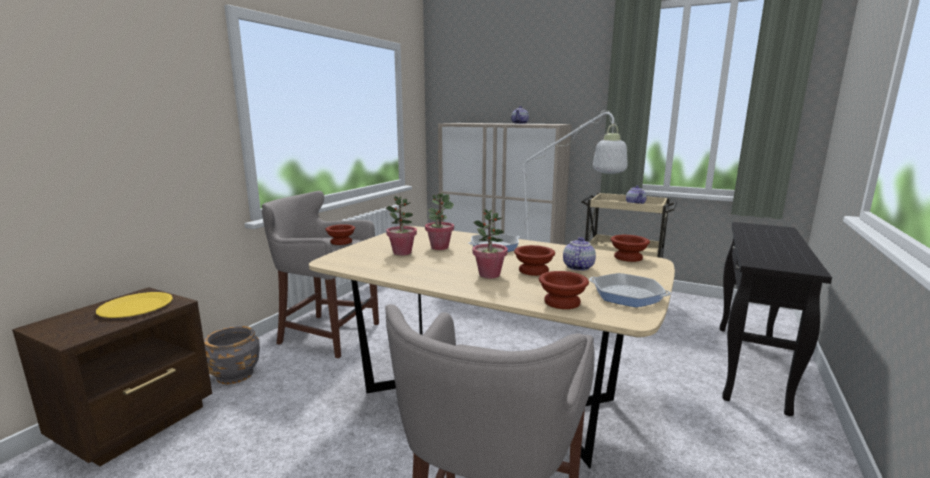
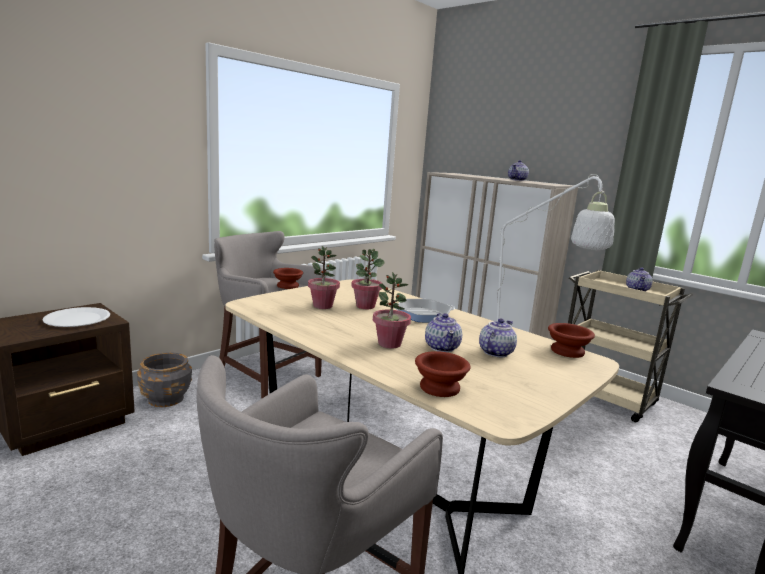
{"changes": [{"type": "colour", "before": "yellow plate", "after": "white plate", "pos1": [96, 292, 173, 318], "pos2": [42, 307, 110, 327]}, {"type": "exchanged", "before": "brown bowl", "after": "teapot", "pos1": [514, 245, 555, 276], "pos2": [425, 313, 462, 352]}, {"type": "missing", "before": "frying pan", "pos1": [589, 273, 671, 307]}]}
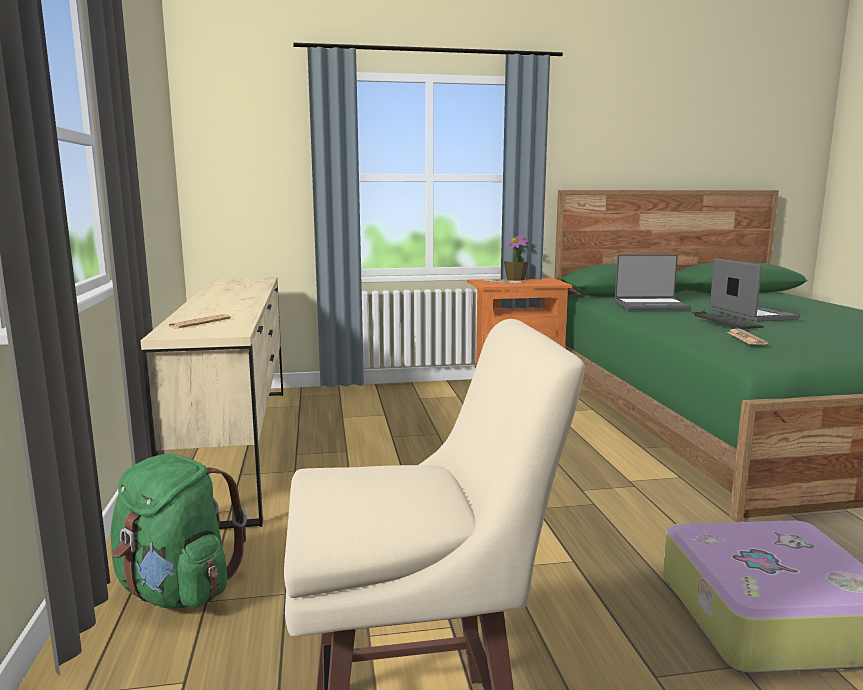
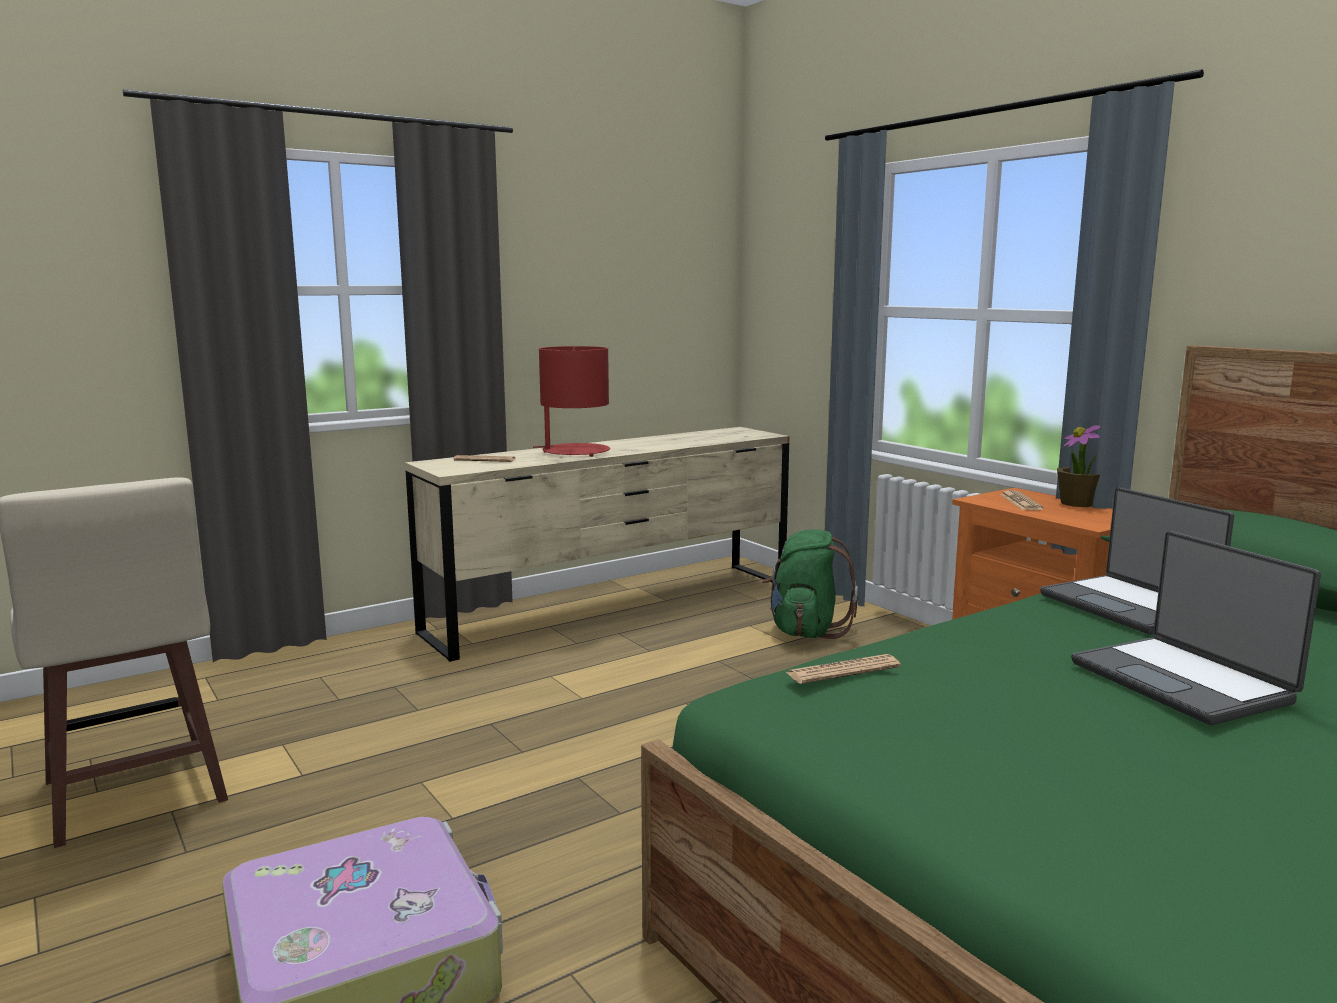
{"changes": [{"type": "appeared", "after": "red table lamp", "pos2": [533, 346, 610, 457]}, {"type": "relocated", "before": "green backpack", "pos1": [111, 454, 247, 608], "pos2": [762, 529, 858, 639]}, {"type": "spun", "before": "laptop", "pos1": [710, 258, 800, 322], "pos2": [1071, 531, 1321, 725], "turn": 105}, {"type": "missing", "before": "keyboard", "pos1": [691, 310, 764, 329]}]}
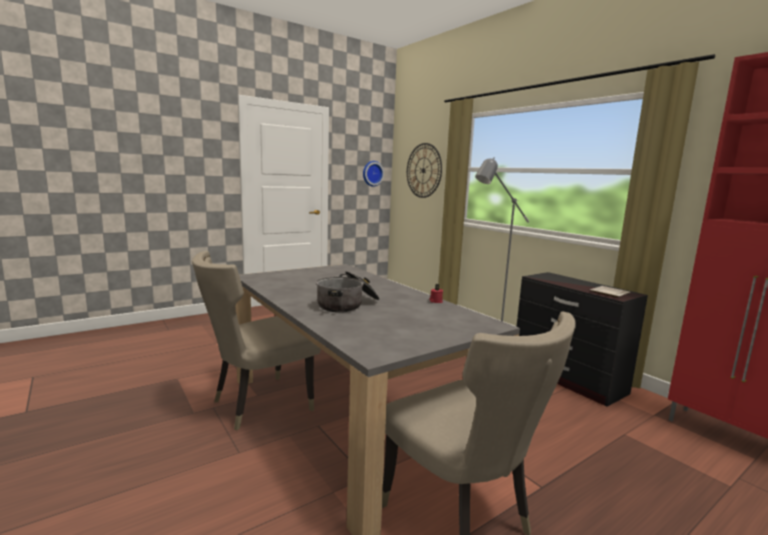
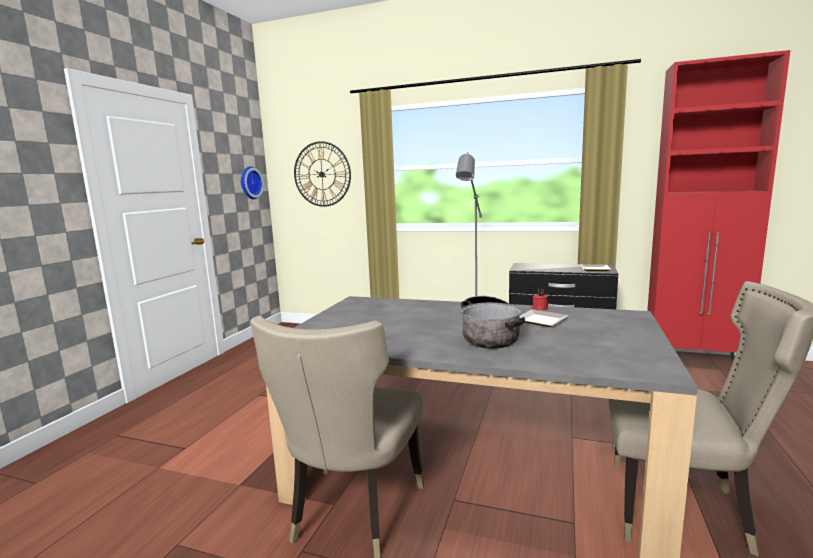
{"changes": [{"type": "appeared", "after": "plate", "pos2": [520, 309, 569, 327]}]}
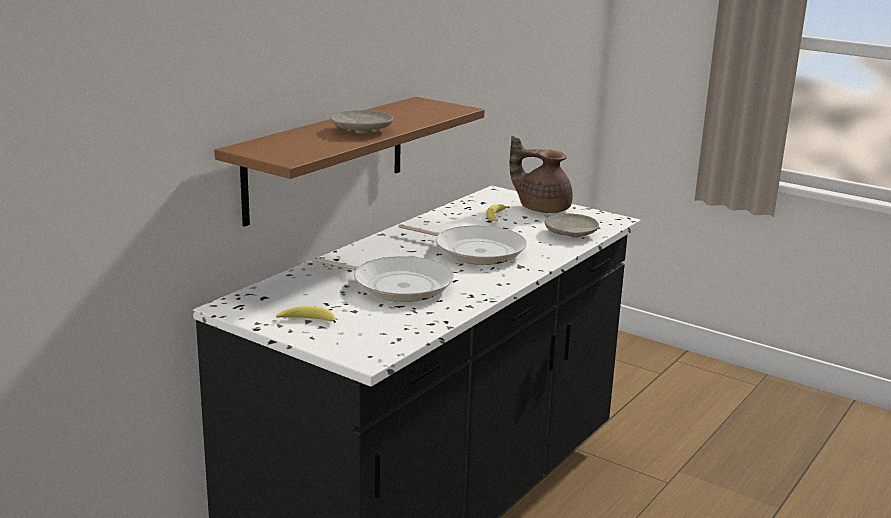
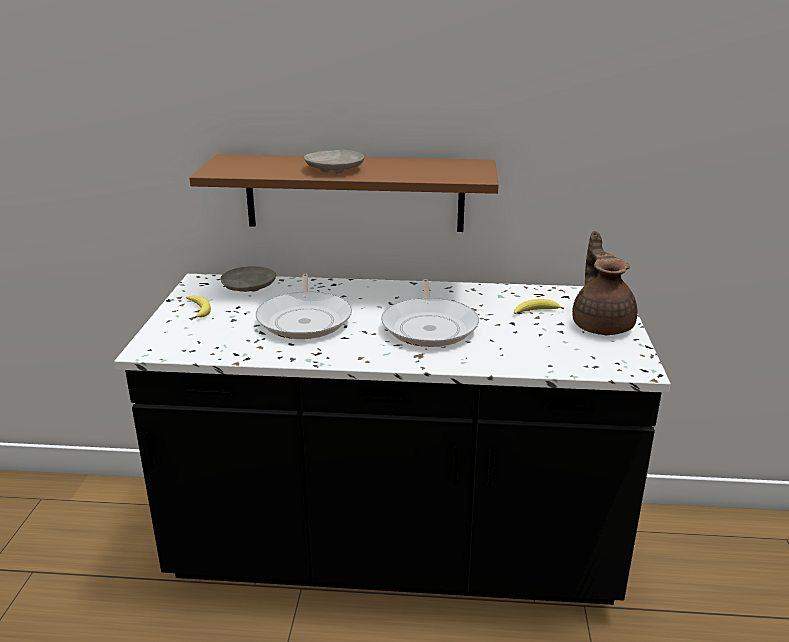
{"changes": [{"type": "relocated", "before": "beige plate", "pos1": [545, 213, 599, 238], "pos2": [220, 266, 276, 292]}]}
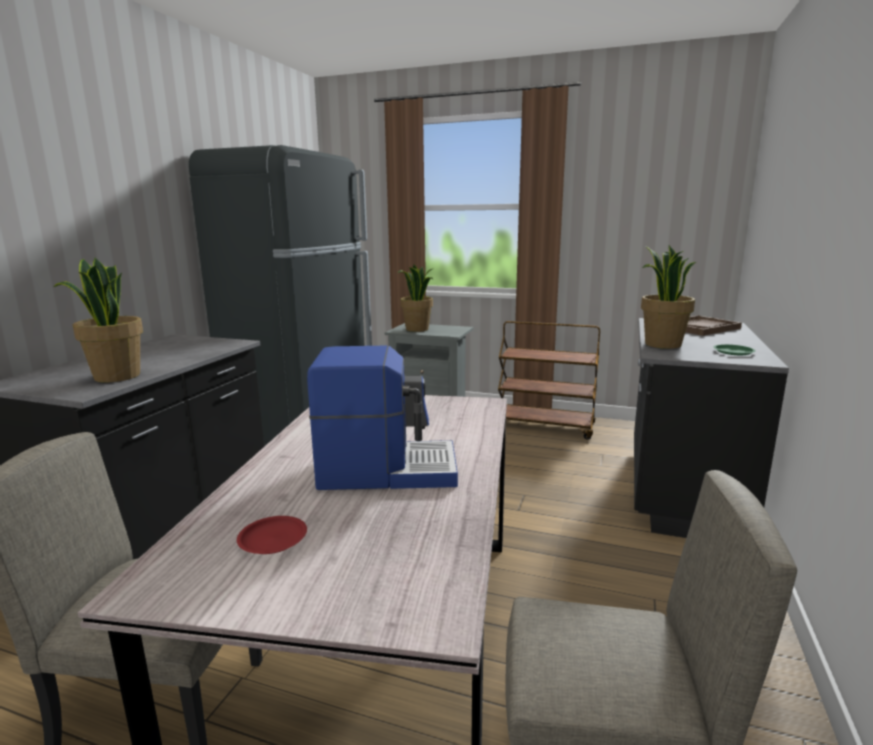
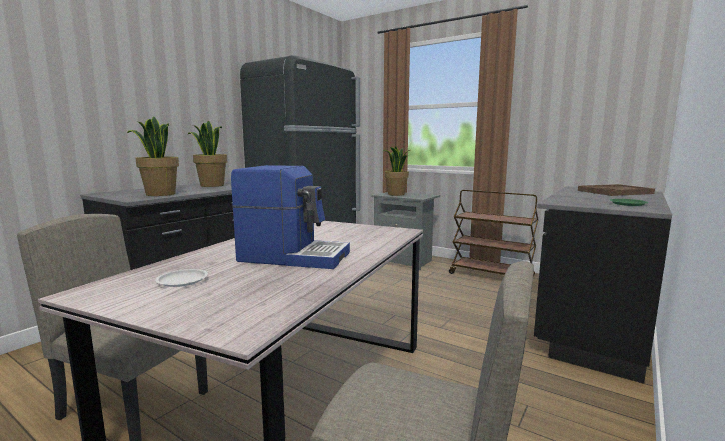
{"changes": [{"type": "colour", "before": "red plate", "after": "white plate", "pos1": [237, 516, 307, 554], "pos2": [155, 269, 208, 287]}, {"type": "relocated", "before": "potted plant", "pos1": [641, 245, 696, 349], "pos2": [188, 120, 227, 187]}]}
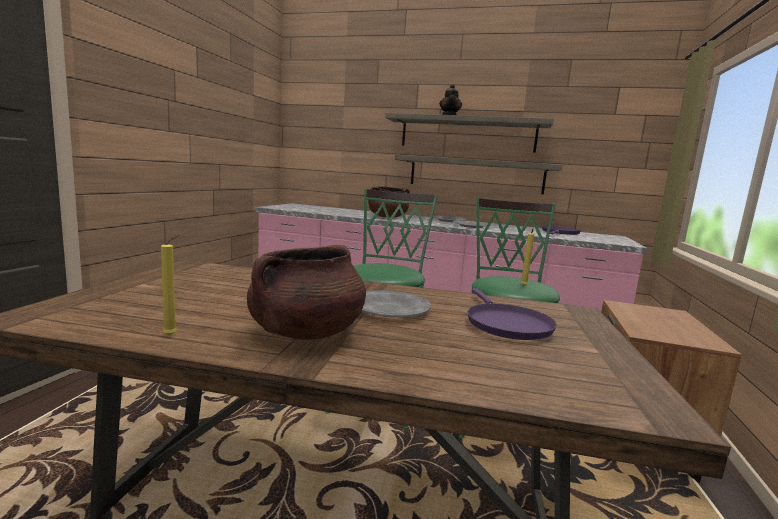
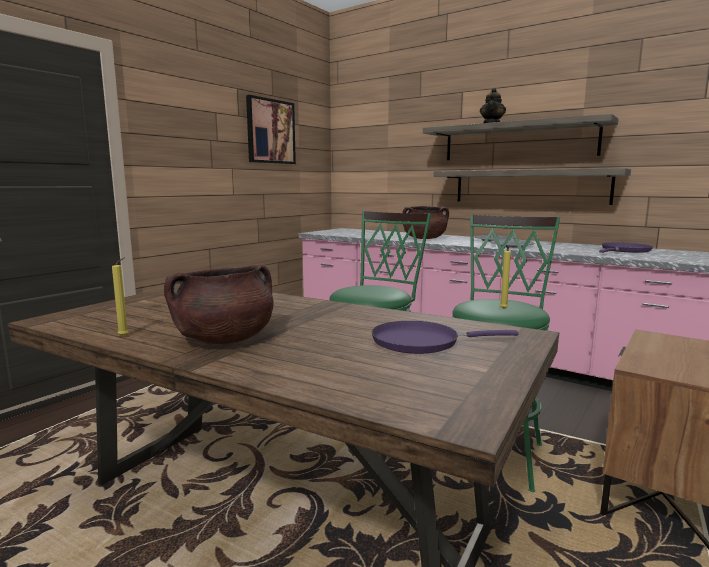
{"changes": [{"type": "appeared", "after": "picture", "pos2": [246, 95, 296, 164]}, {"type": "spun", "before": "purple frying pan", "pos1": [467, 288, 557, 340], "pos2": [372, 321, 518, 354], "turn": 75}, {"type": "missing", "before": "grey plate", "pos1": [362, 290, 431, 317]}]}
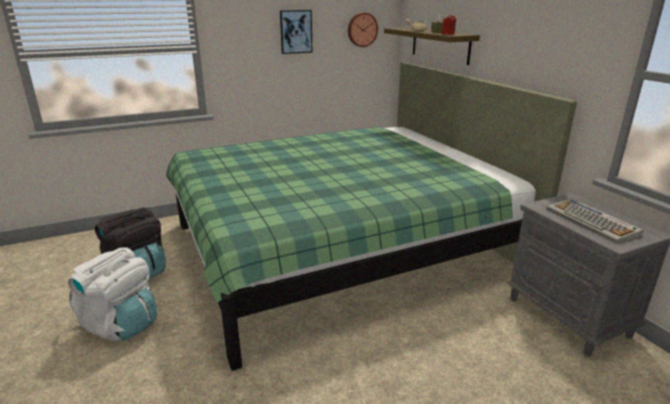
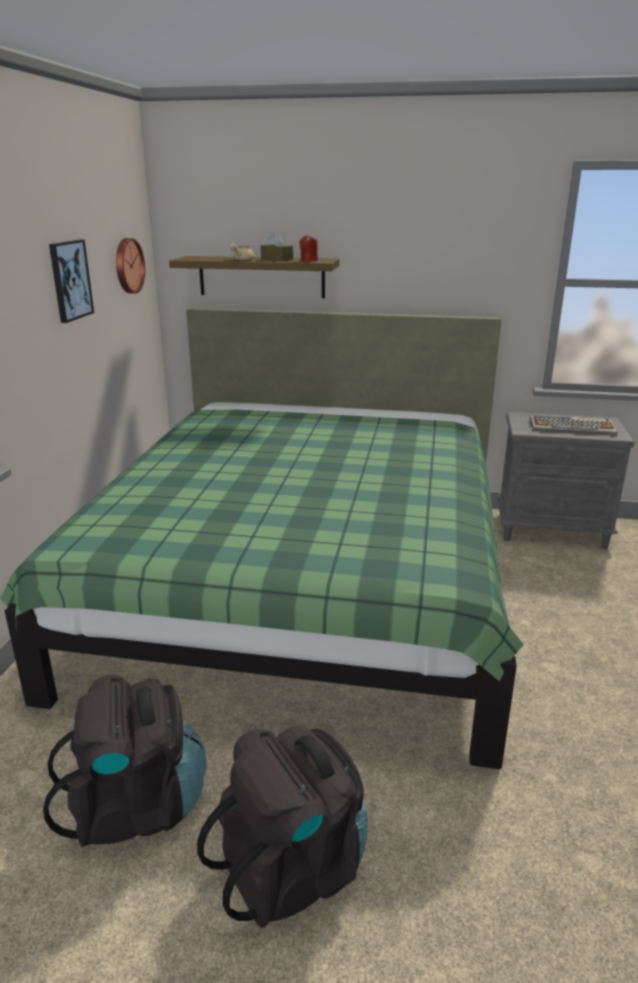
{"changes": [{"type": "colour", "before": "white backpack", "after": "black backpack", "pos1": [68, 247, 157, 342], "pos2": [197, 725, 368, 928]}]}
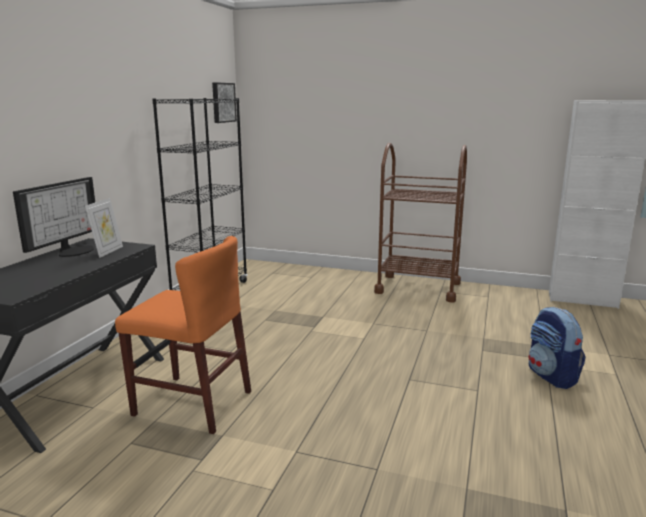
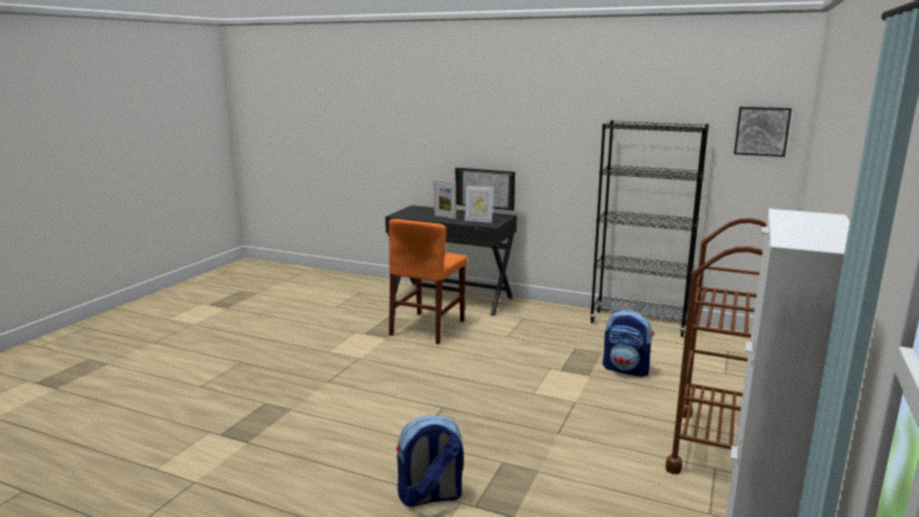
{"changes": [{"type": "appeared", "after": "picture frame", "pos2": [434, 180, 456, 219]}, {"type": "appeared", "after": "backpack", "pos2": [603, 311, 655, 377]}]}
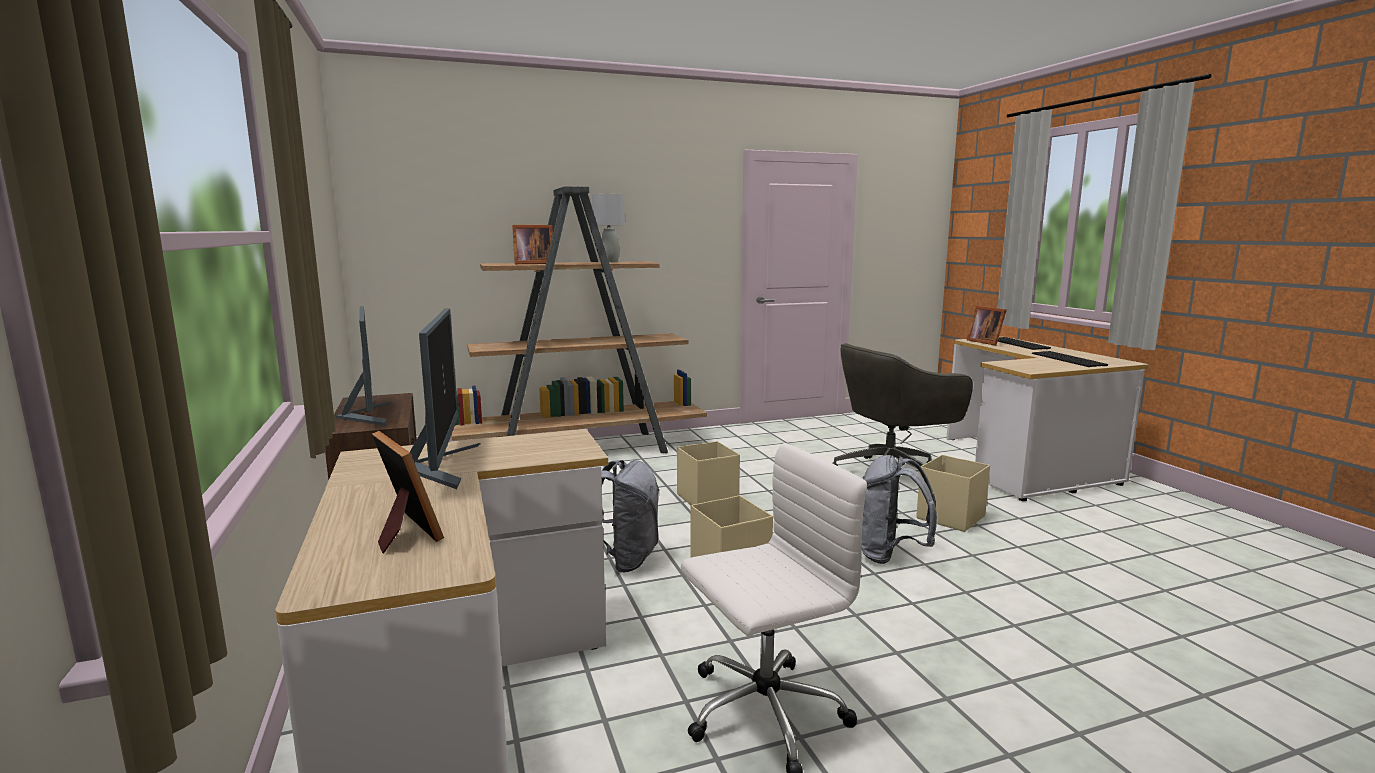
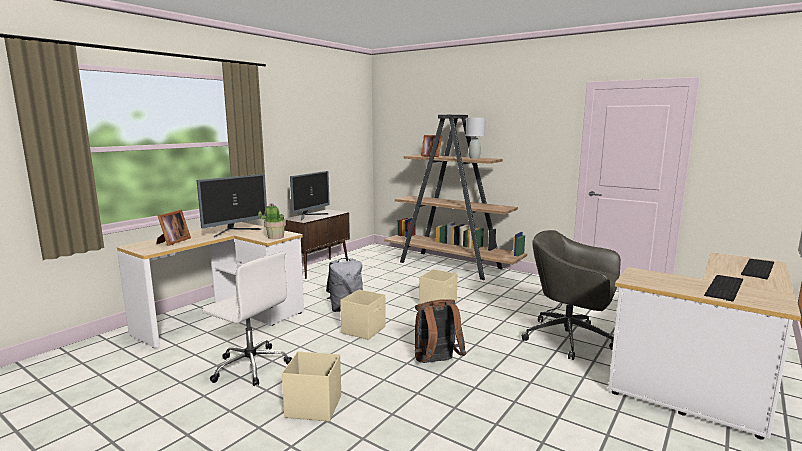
{"changes": [{"type": "appeared", "after": "potted plant", "pos2": [258, 204, 286, 239]}, {"type": "relocated", "before": "beige storage box", "pos1": [916, 455, 990, 532], "pos2": [282, 352, 341, 422]}, {"type": "colour", "before": "grey backpack", "after": "brown backpack", "pos1": [862, 455, 937, 564], "pos2": [415, 299, 466, 363]}, {"type": "missing", "before": "picture frame", "pos1": [966, 306, 1007, 346]}]}
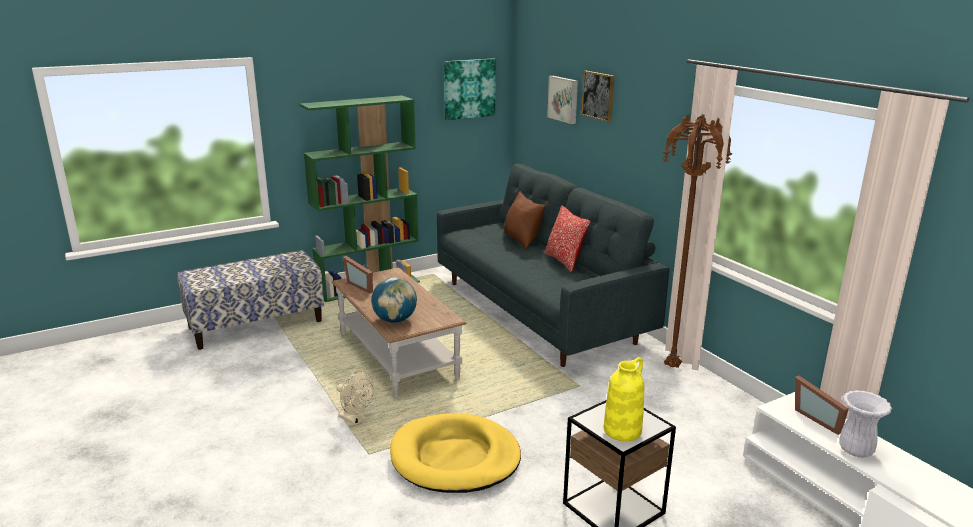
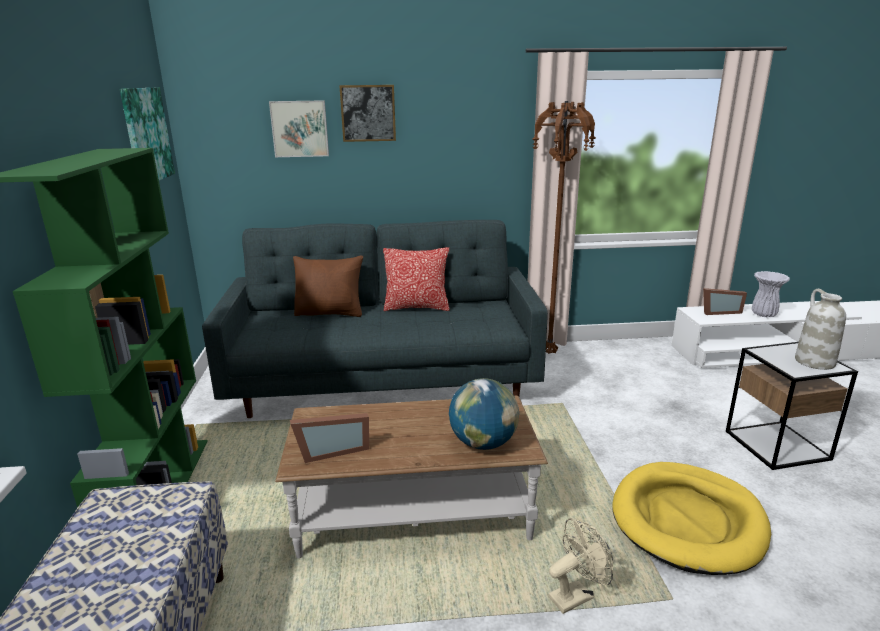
{"changes": [{"type": "colour", "before": "yellow vase", "after": "white vase", "pos1": [604, 357, 644, 441], "pos2": [795, 289, 846, 370]}]}
